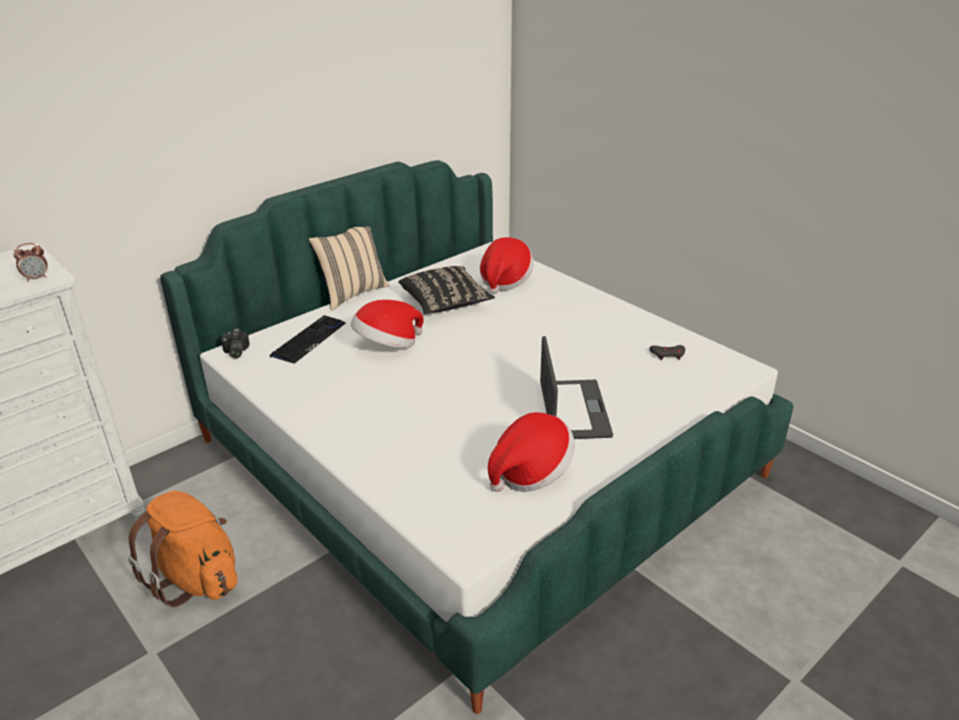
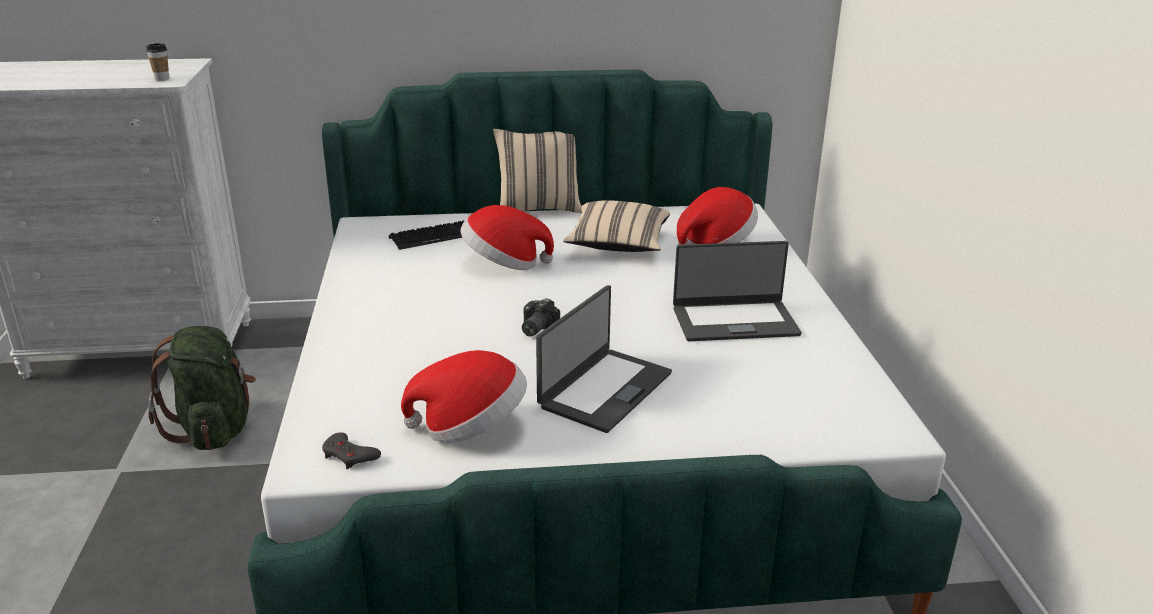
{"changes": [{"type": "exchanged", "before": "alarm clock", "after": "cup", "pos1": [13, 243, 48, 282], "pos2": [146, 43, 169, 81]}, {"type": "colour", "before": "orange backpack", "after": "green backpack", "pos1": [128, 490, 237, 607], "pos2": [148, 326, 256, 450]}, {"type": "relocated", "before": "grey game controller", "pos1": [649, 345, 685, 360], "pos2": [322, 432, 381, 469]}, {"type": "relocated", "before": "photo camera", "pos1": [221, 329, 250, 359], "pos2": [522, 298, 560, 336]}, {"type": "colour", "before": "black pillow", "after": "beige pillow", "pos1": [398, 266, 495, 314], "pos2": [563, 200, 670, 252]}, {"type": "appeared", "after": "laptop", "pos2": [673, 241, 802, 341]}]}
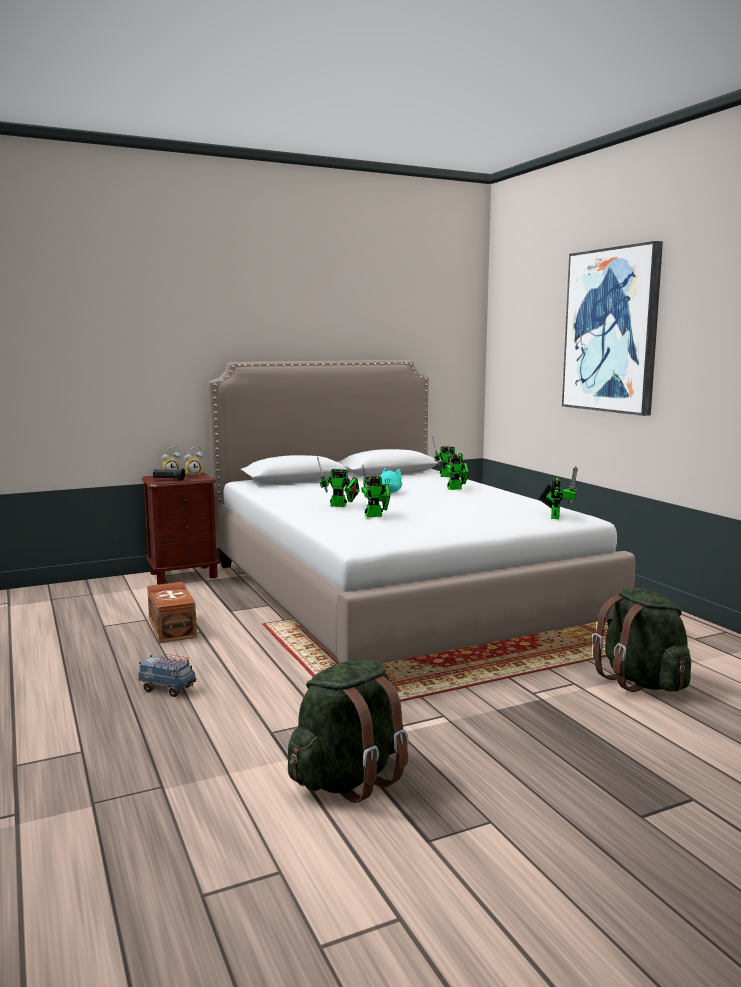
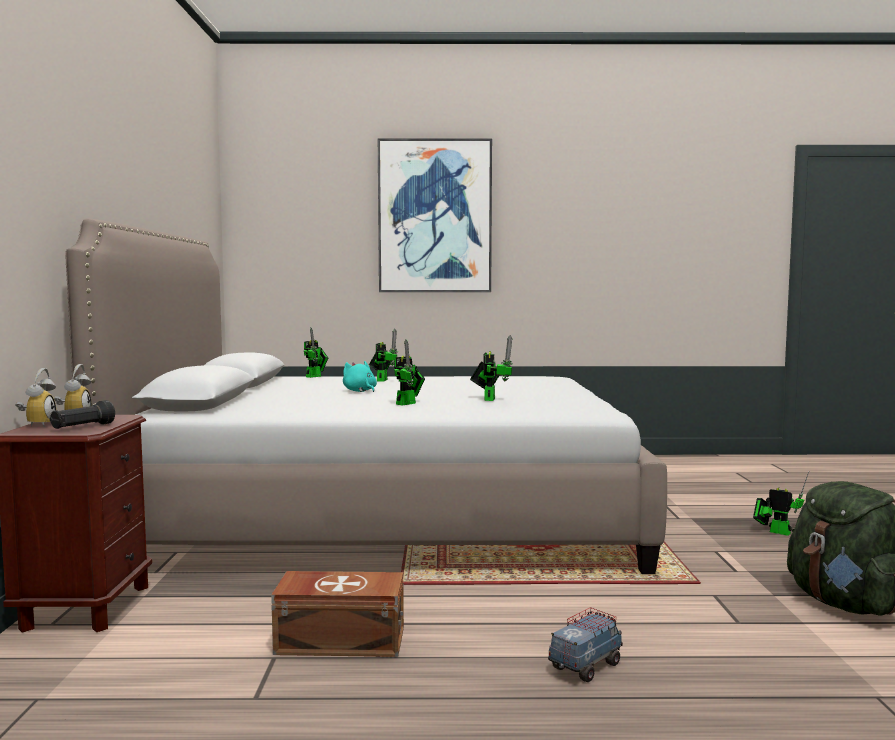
{"changes": [{"type": "relocated", "before": "toy robot", "pos1": [539, 466, 578, 519], "pos2": [753, 471, 809, 536]}, {"type": "missing", "before": "green backpack", "pos1": [592, 588, 691, 692]}]}
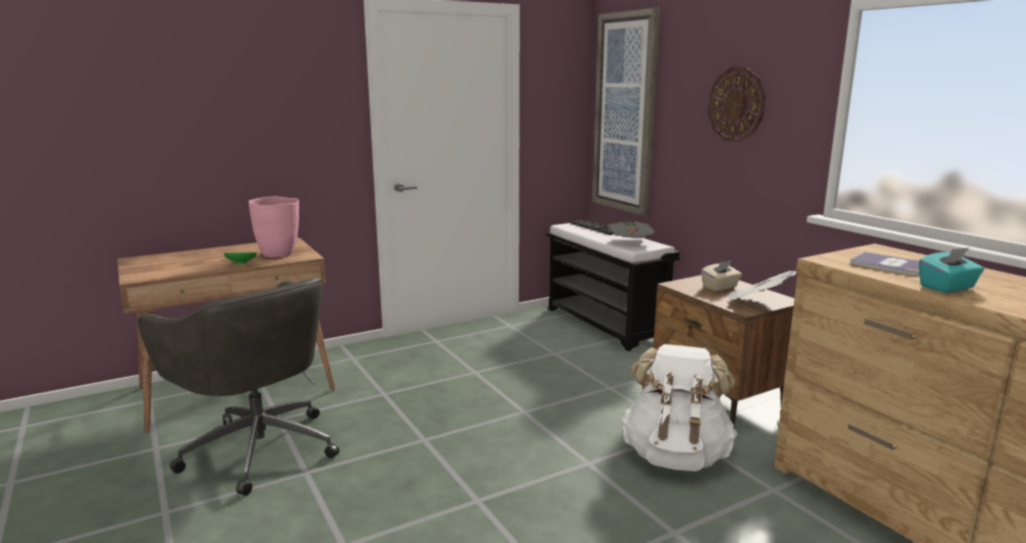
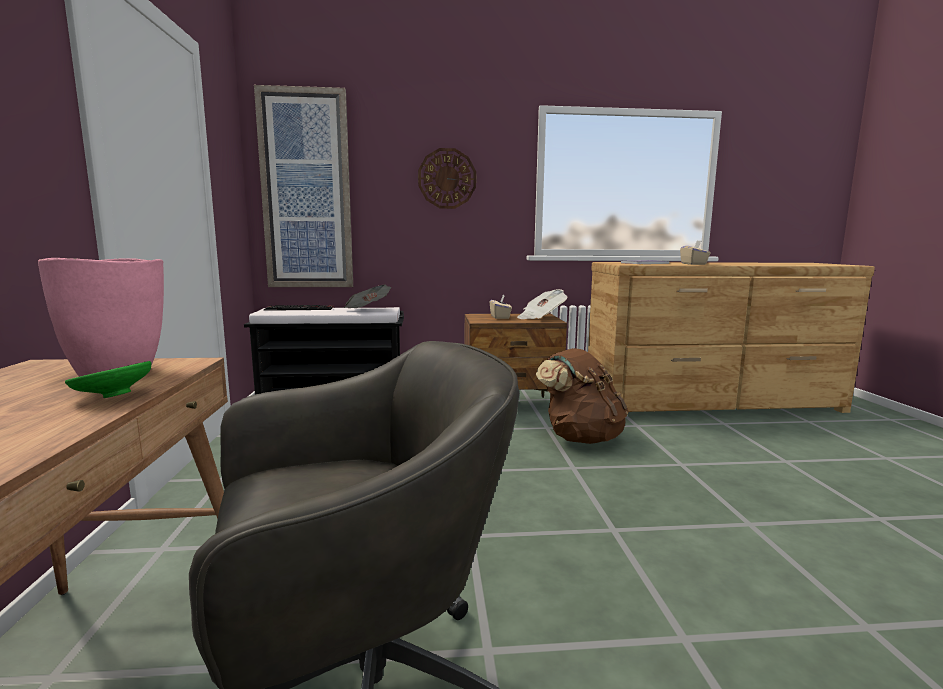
{"changes": [{"type": "colour", "before": "white backpack", "after": "brown backpack", "pos1": [621, 344, 738, 471], "pos2": [536, 348, 629, 444]}, {"type": "colour", "before": "turquoise tissue box", "after": "beige tissue box", "pos1": [919, 247, 984, 293], "pos2": [680, 240, 711, 265]}]}
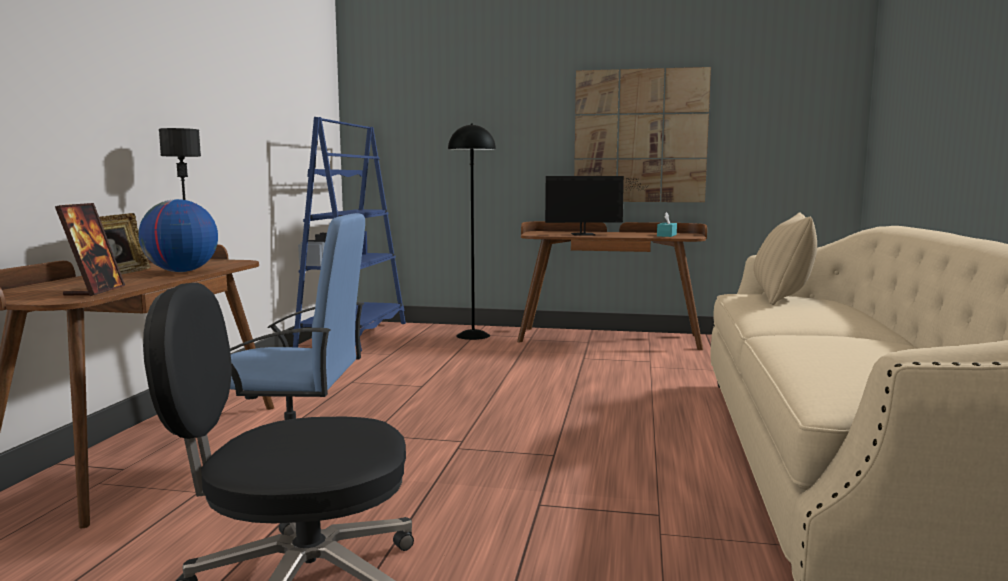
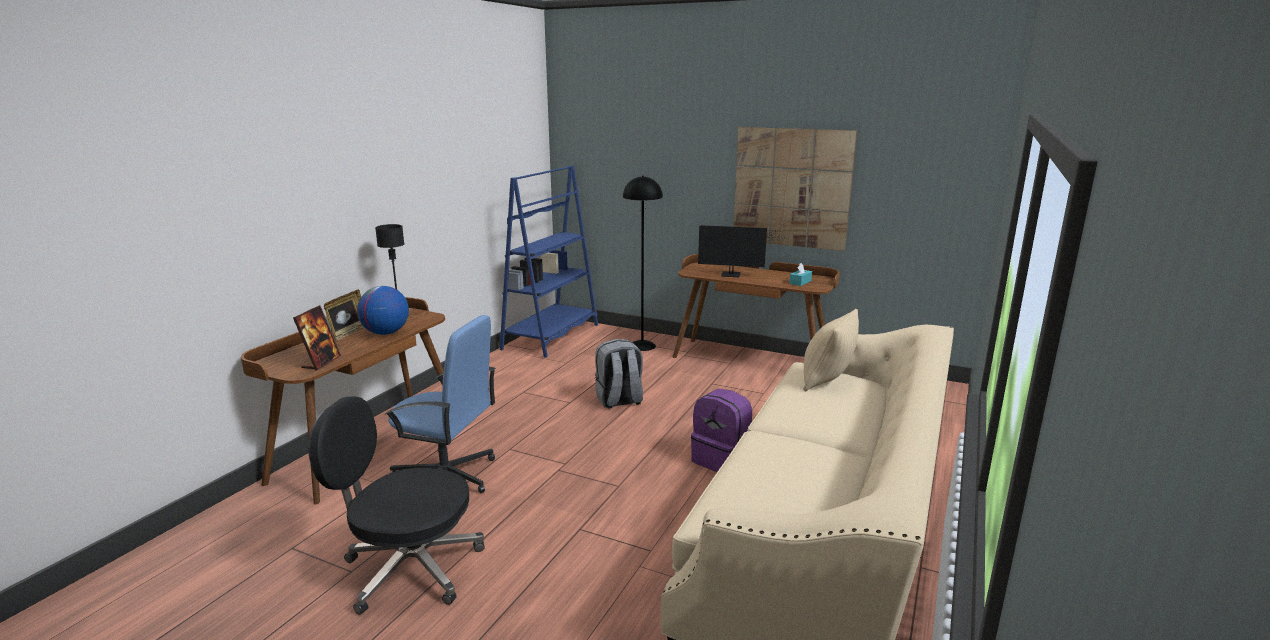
{"changes": [{"type": "appeared", "after": "grey backpack", "pos2": [595, 339, 643, 408]}, {"type": "appeared", "after": "purple backpack", "pos2": [691, 389, 752, 472]}]}
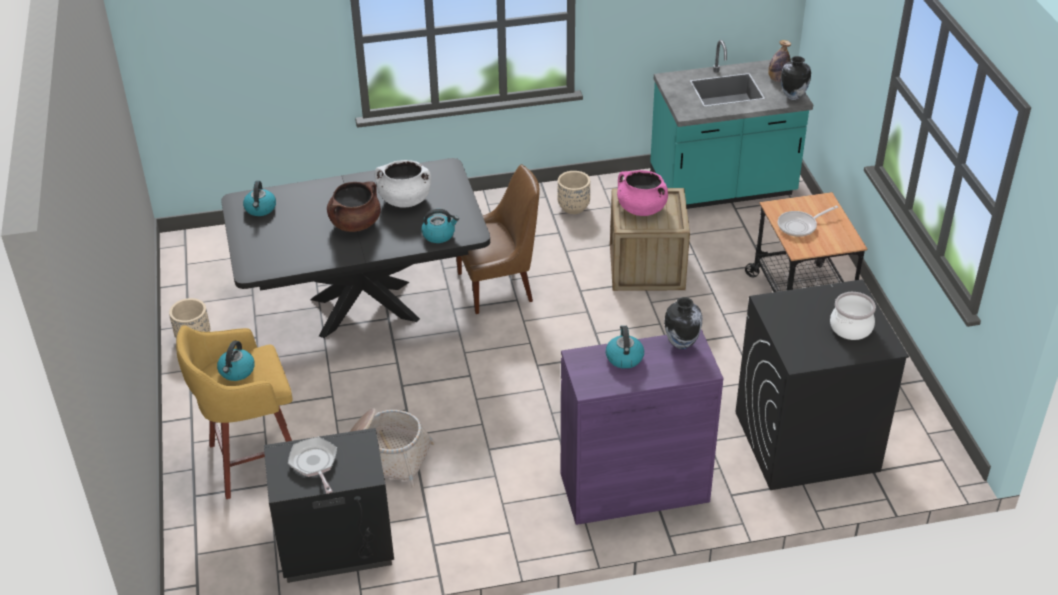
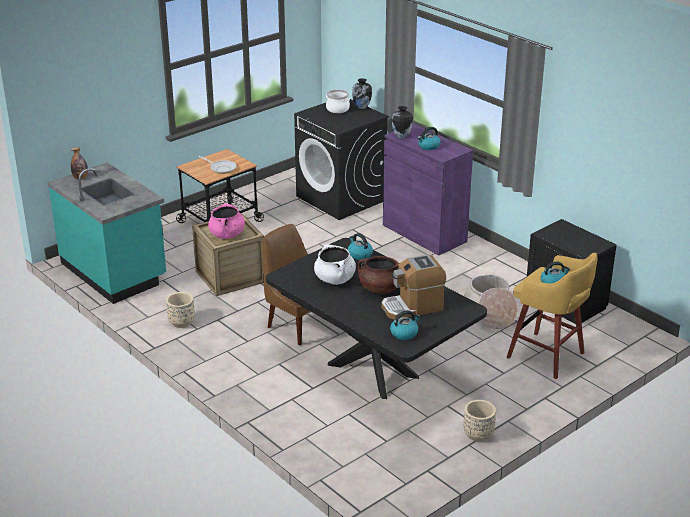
{"changes": [{"type": "relocated", "before": "vase", "pos1": [781, 56, 811, 100], "pos2": [352, 78, 372, 109]}, {"type": "appeared", "after": "coffee machine", "pos2": [381, 255, 446, 320]}, {"type": "missing", "before": "frying pan", "pos1": [288, 437, 337, 494]}]}
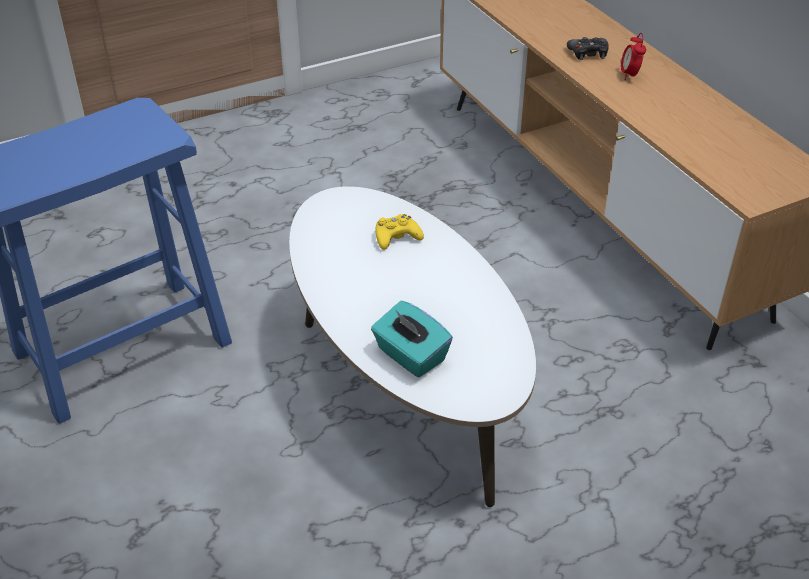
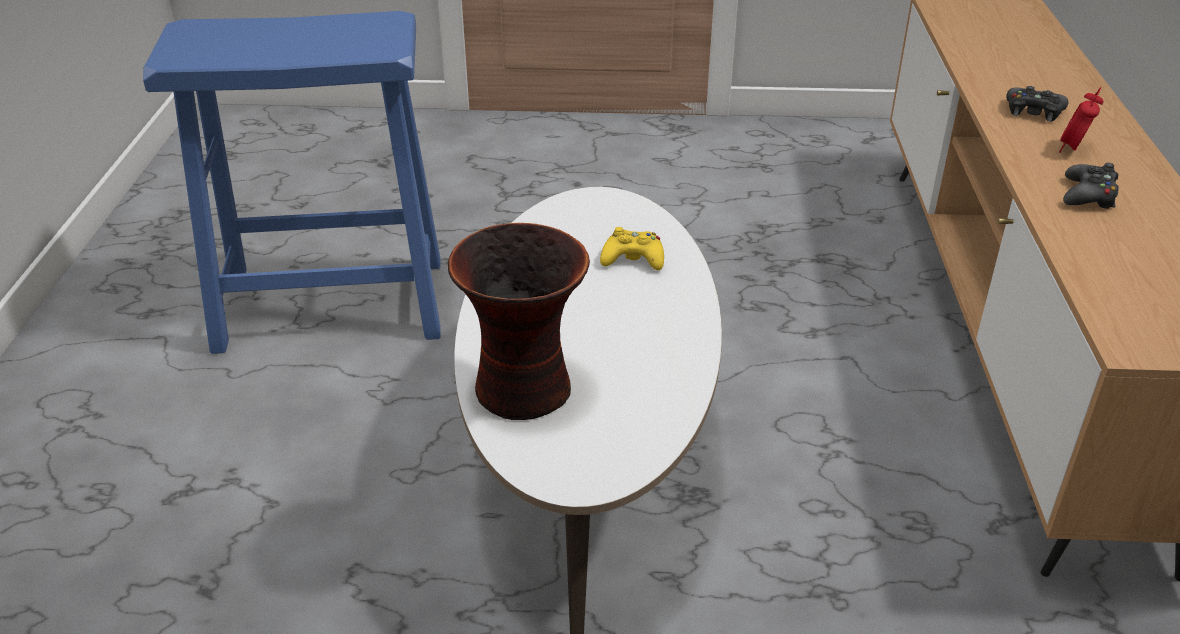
{"changes": [{"type": "exchanged", "before": "turquoise tissue box", "after": "vase", "pos1": [371, 301, 453, 378], "pos2": [448, 223, 590, 420]}, {"type": "appeared", "after": "black game controller", "pos2": [1063, 163, 1119, 209]}]}
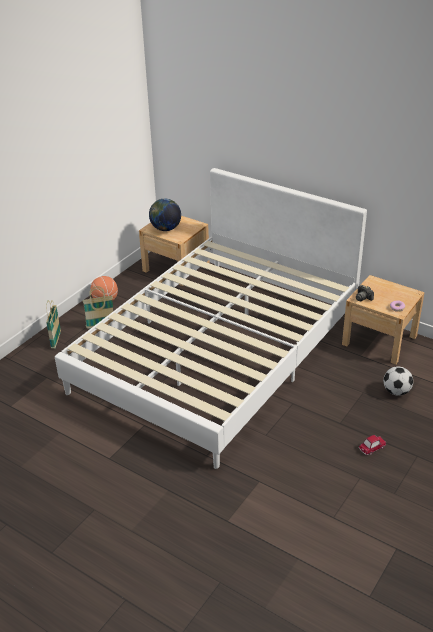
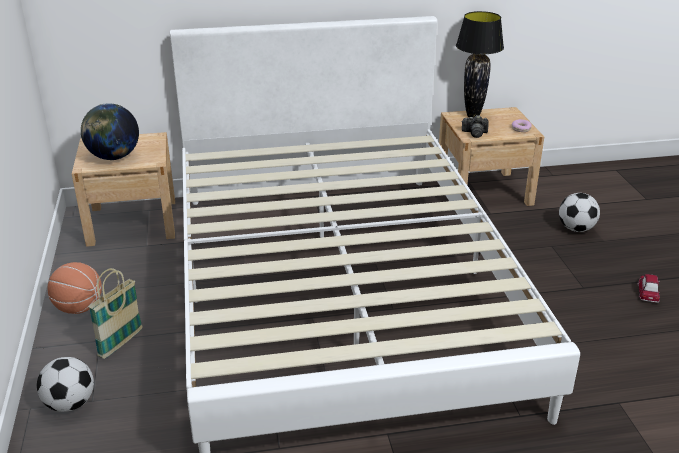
{"changes": [{"type": "exchanged", "before": "basket", "after": "football", "pos1": [46, 300, 61, 349], "pos2": [37, 357, 94, 412]}, {"type": "appeared", "after": "black table lamp", "pos2": [456, 11, 504, 118]}]}
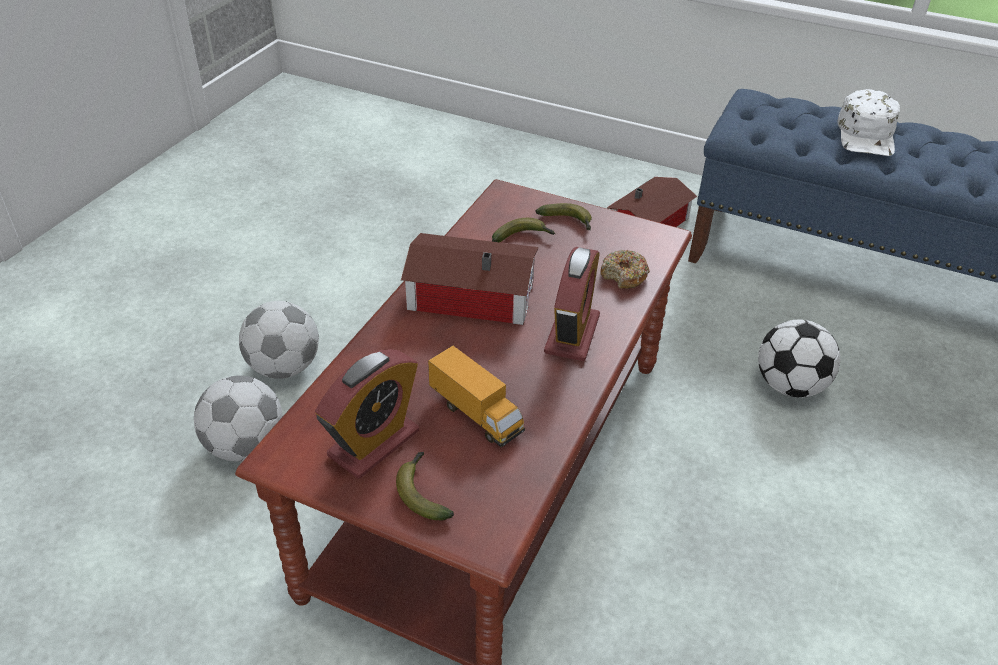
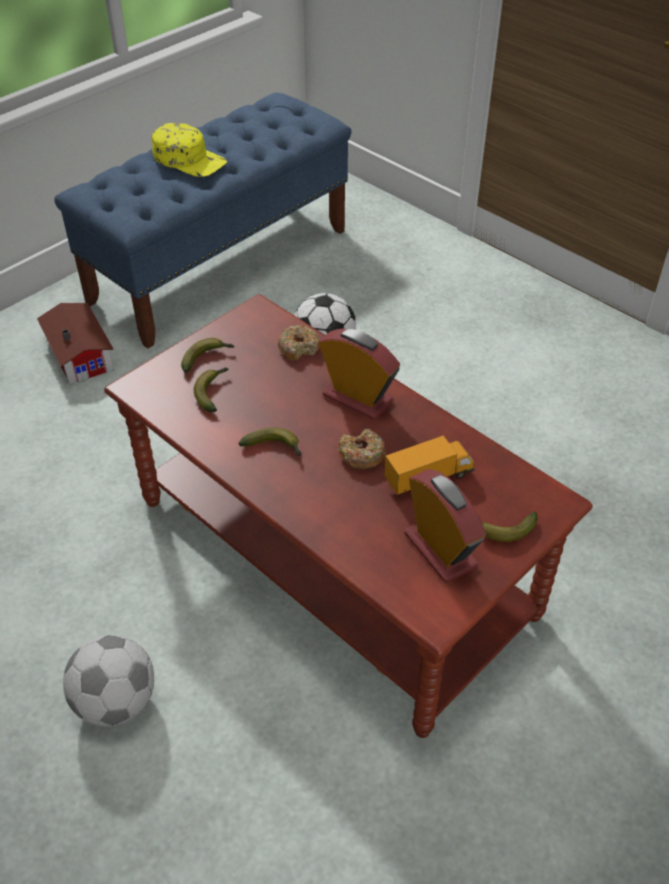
{"changes": [{"type": "colour", "before": "white cap", "after": "yellow cap", "pos1": [837, 89, 900, 156], "pos2": [151, 123, 227, 177]}, {"type": "exchanged", "before": "toy house", "after": "banana", "pos1": [401, 233, 538, 325], "pos2": [239, 427, 301, 456]}, {"type": "appeared", "after": "donut", "pos2": [338, 429, 386, 469]}, {"type": "missing", "before": "football", "pos1": [194, 375, 282, 462]}]}
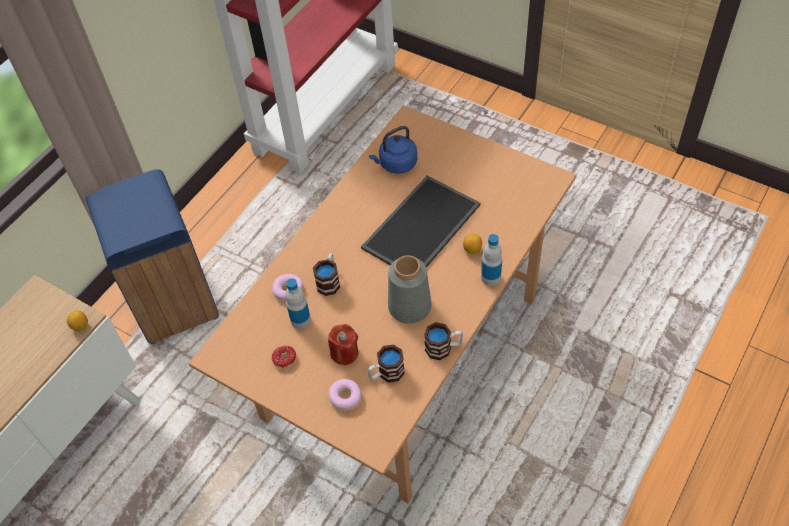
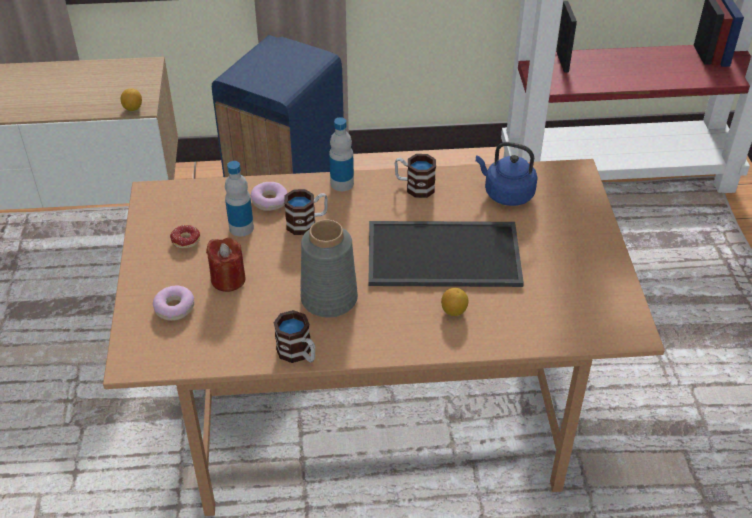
{"changes": [{"type": "relocated", "before": "bottle", "pos1": [481, 234, 502, 286], "pos2": [329, 117, 354, 191]}, {"type": "relocated", "before": "mug", "pos1": [368, 344, 405, 382], "pos2": [395, 154, 436, 198]}]}
